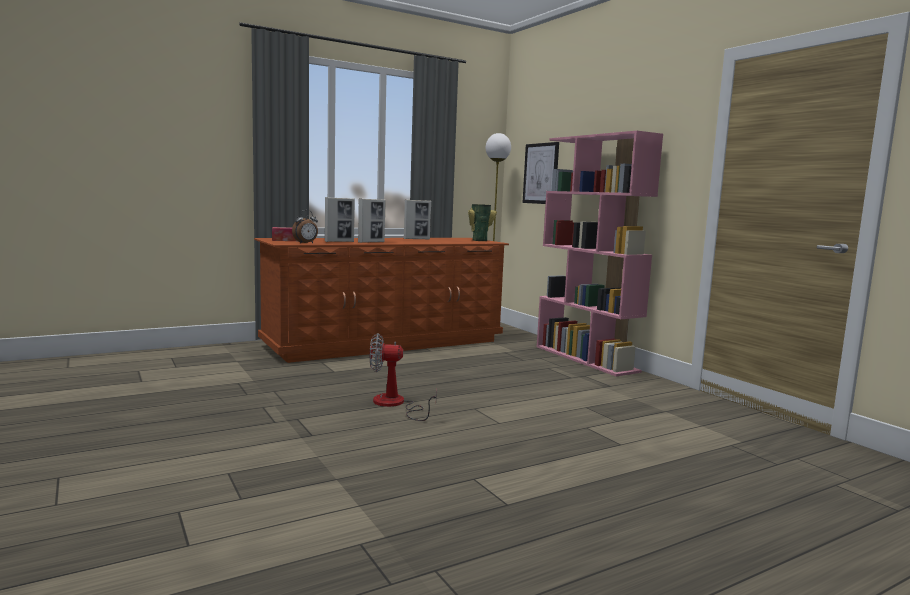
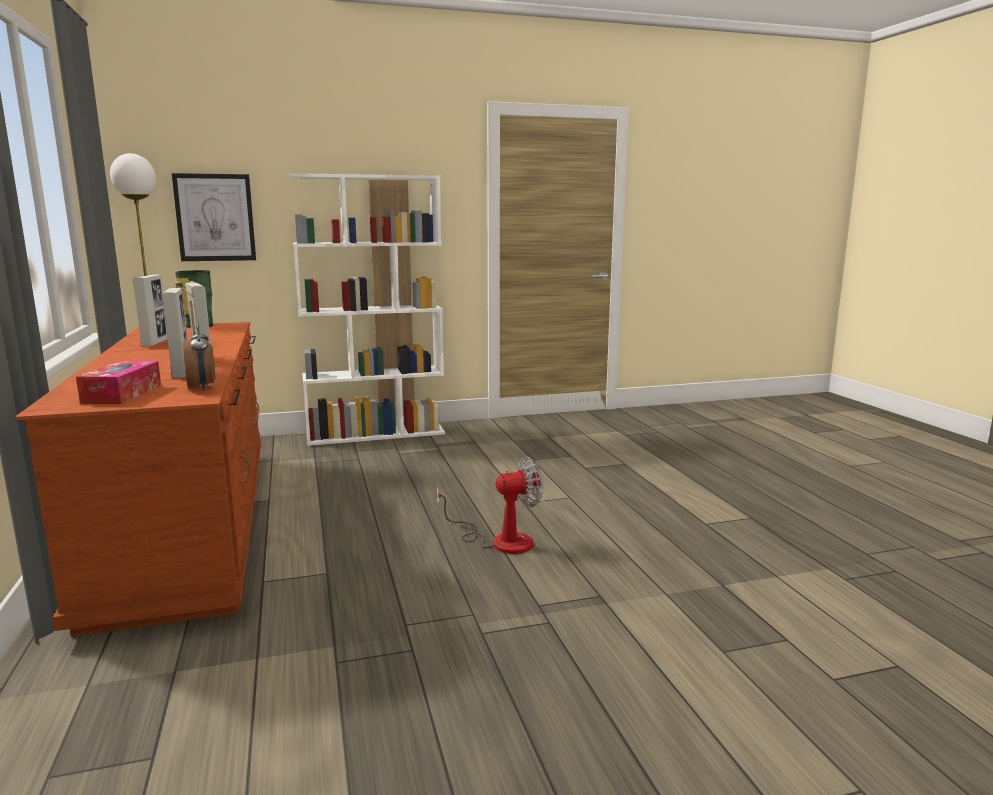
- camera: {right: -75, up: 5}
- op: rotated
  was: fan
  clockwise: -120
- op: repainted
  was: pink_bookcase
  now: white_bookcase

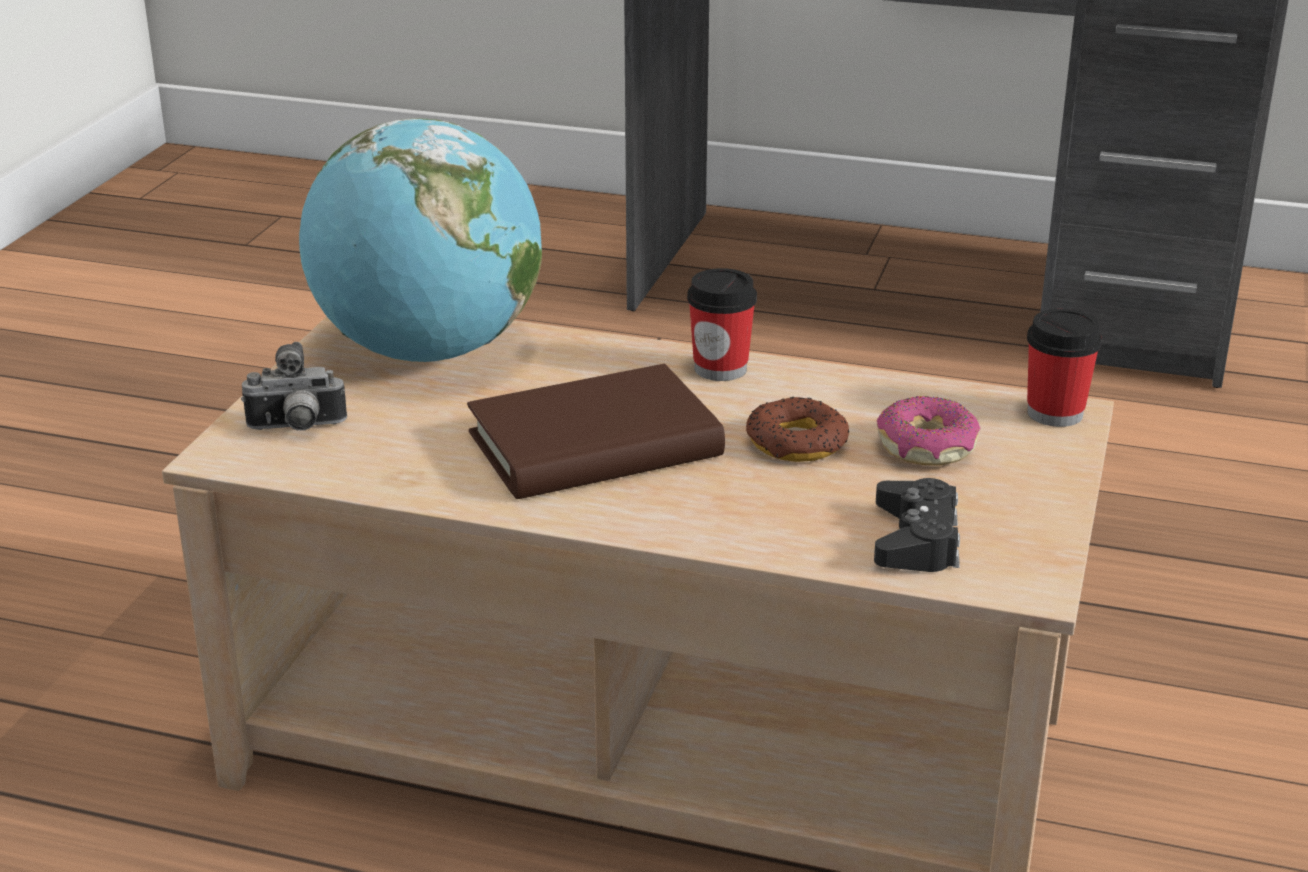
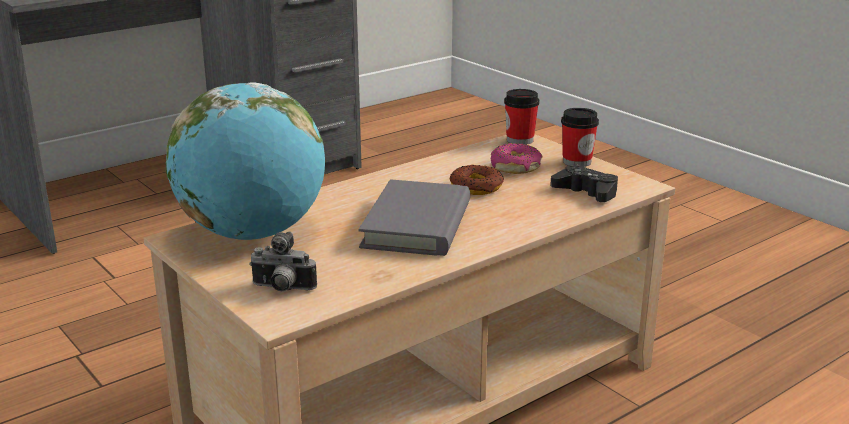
- camera: {right: -55, up: -5}
- op: rotated
  was: photo_camera
  clockwise: 75
- op: repainted
  was: brown_book
  now: grey_book
- op: shifted
  was: cup (no. 1 from left in the first image)
  now: cup (no. 2 from left)

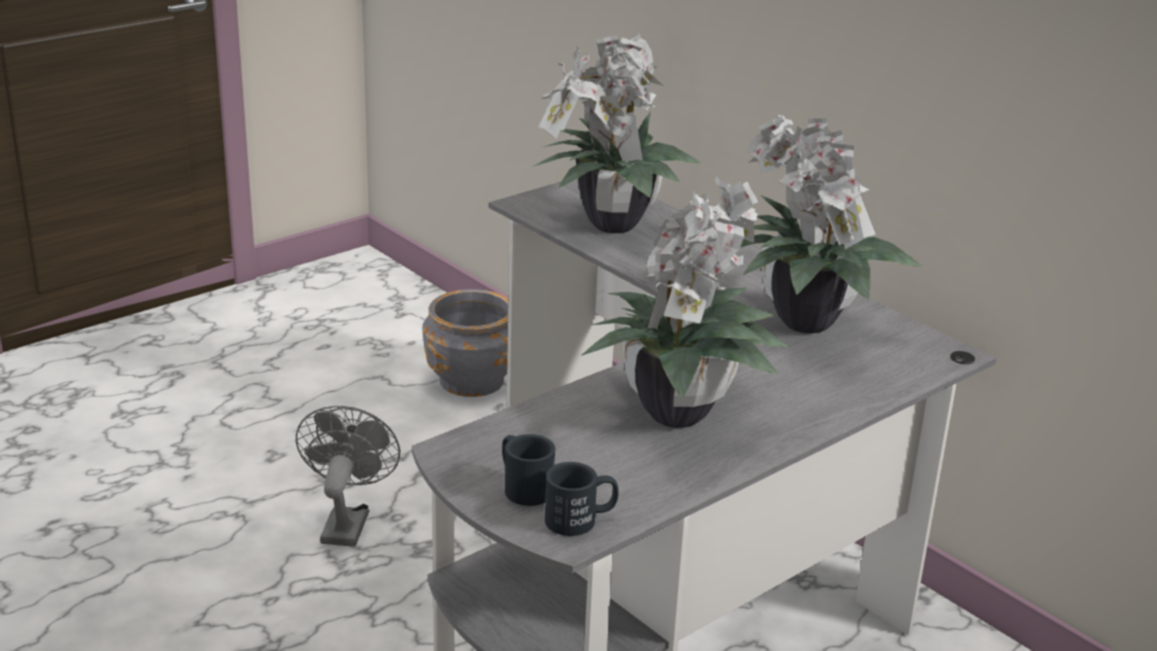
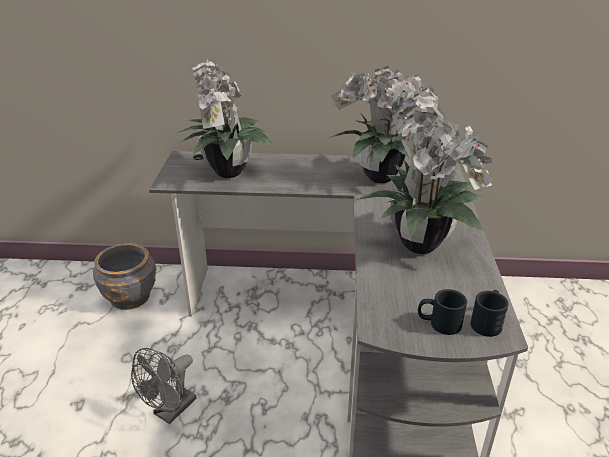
- camera: {right: -45, up: 5}
- op: rotated
  was: grey_fan
  clockwise: -105

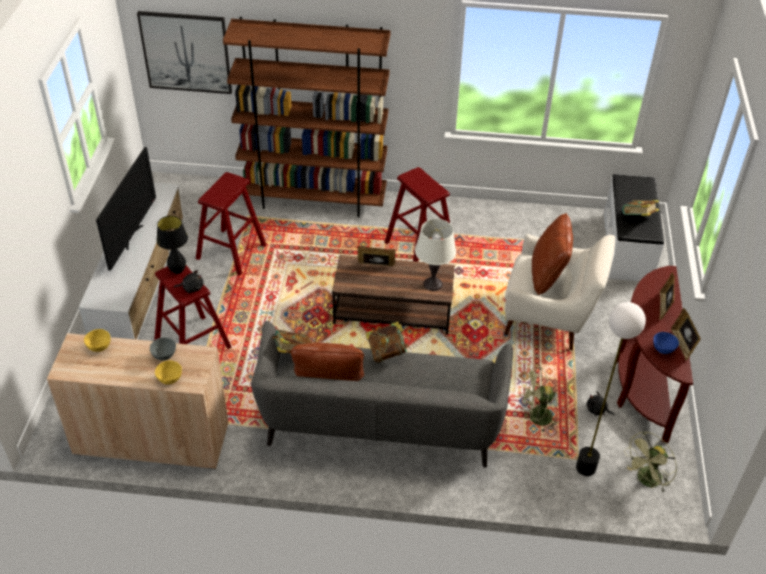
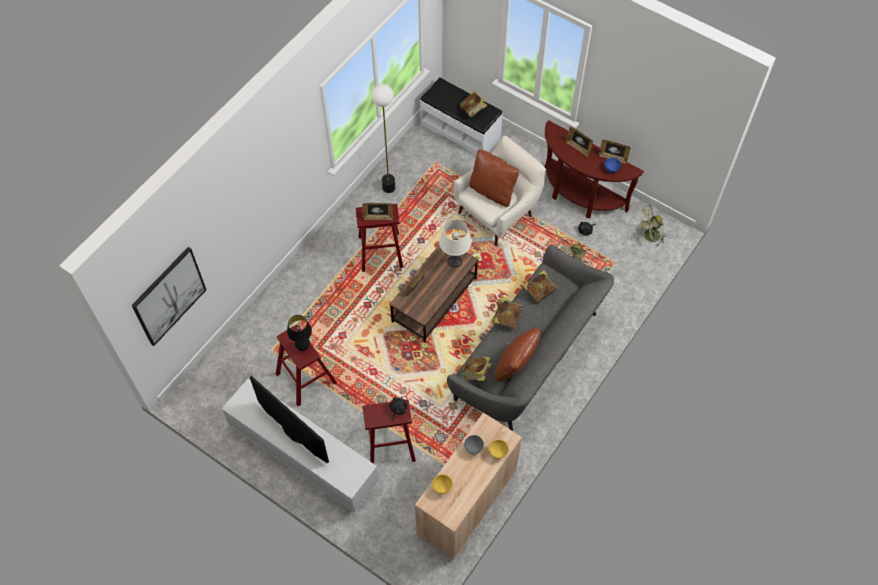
- camera: {right: -60, up: 15}
- op: shifted
  was: black_table_lamp
- op: gone
  was: brown_bookcase
- op: shifted
  was: floor_lamp
- op: rotated
  was: green_fan (no. 2 from left)
  clockwise: 75
- op: new
  now: picture_frame (no. 1 from left)
- op: new
  now: book (no. 4 from left)

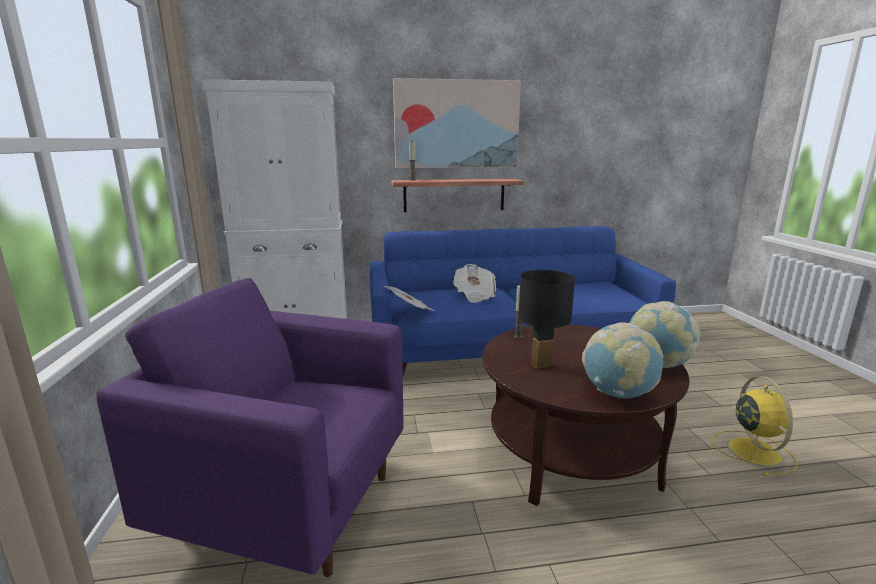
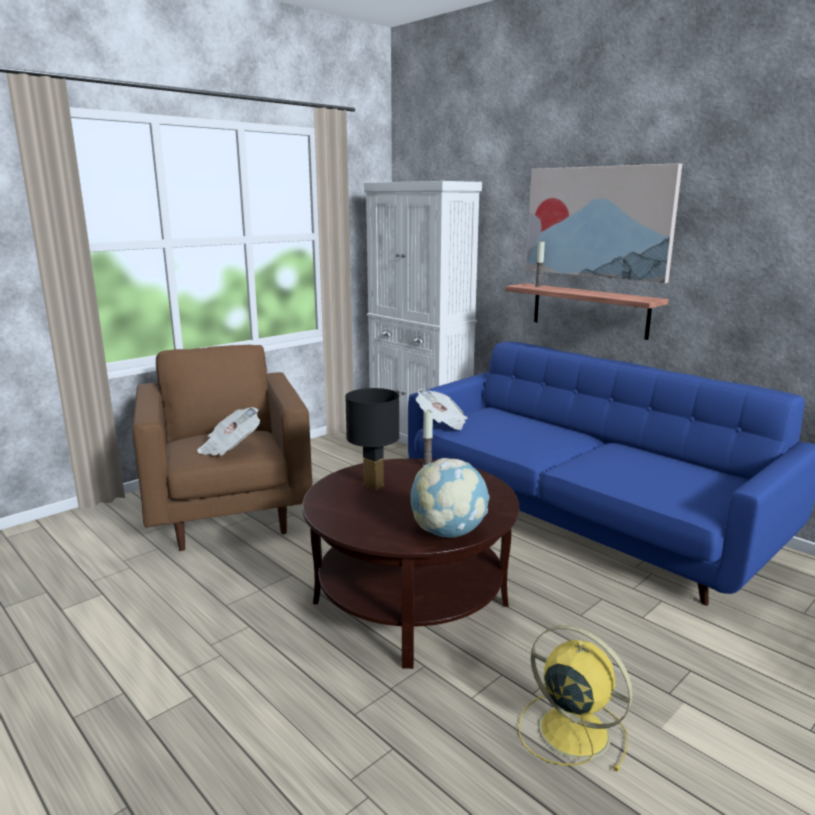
- camera: {right: 55, up: 0}
- op: repainted
  was: purple_armchair
  now: brown_armchair
- op: shifted
  was: newspaper (no. 2 from left in the first image)
  now: newspaper (no. 1 from left)
- op: gone
  was: globe (no. 1 from left)
- op: rotated
  was: yellow_fan
  clockwise: -105

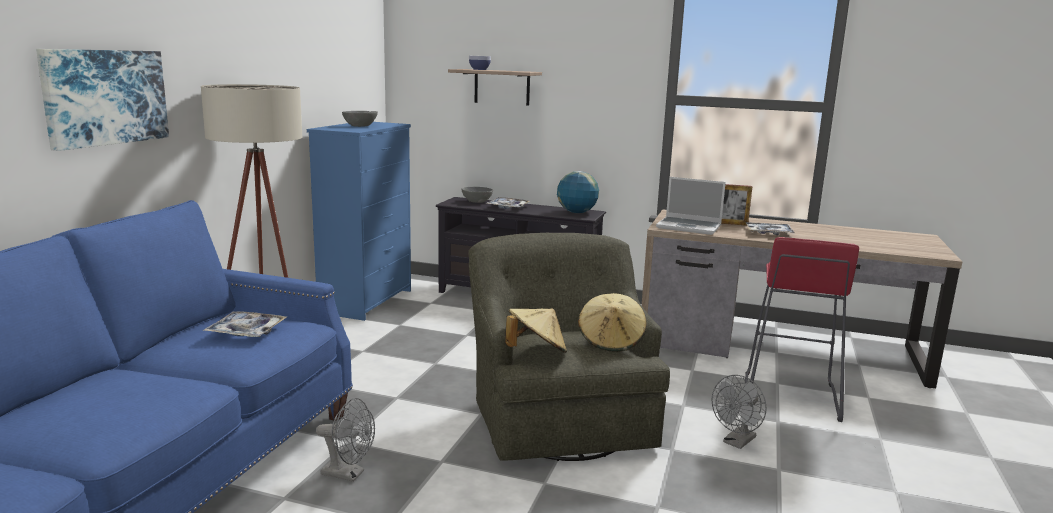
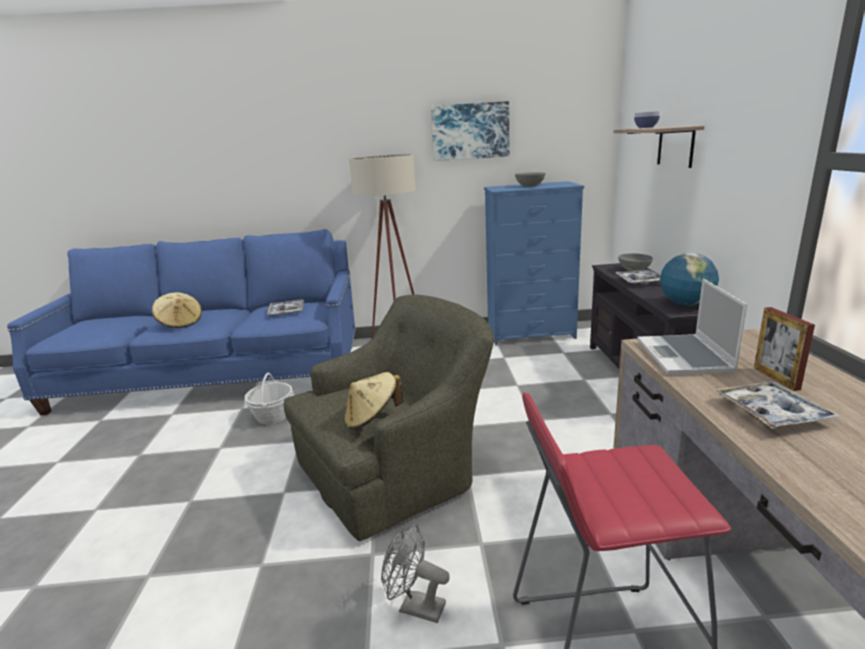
- camera: {right: 70, up: 5}
- op: shifted
  was: picture
- op: swapped
  was: grey_fan (no. 1 from left)
  now: basket
- op: shifted
  was: beige_hat (no. 1 from left)

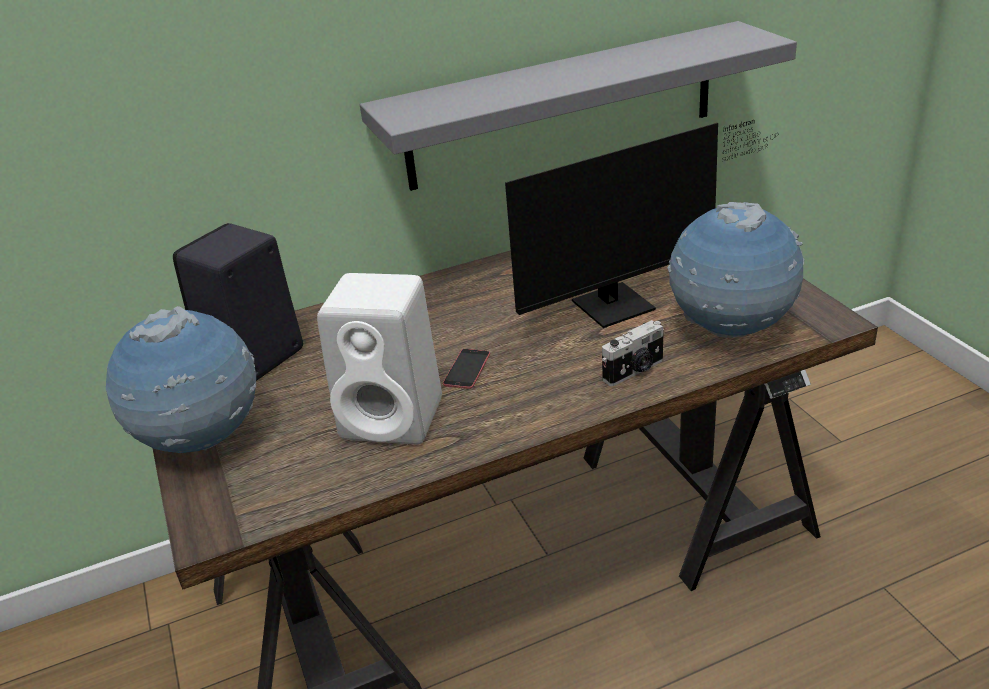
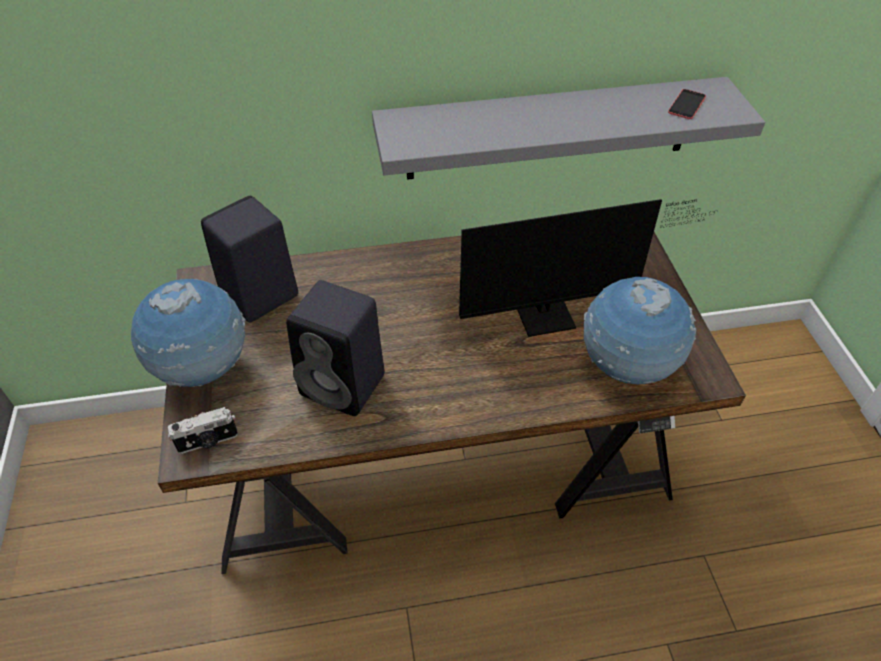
- camera: {right: 10, up: 15}
- op: repainted
  was: white_speaker
  now: black_speaker (no. 2 from left)
- op: shifted
  was: phone
- op: shifted
  was: photo_camera

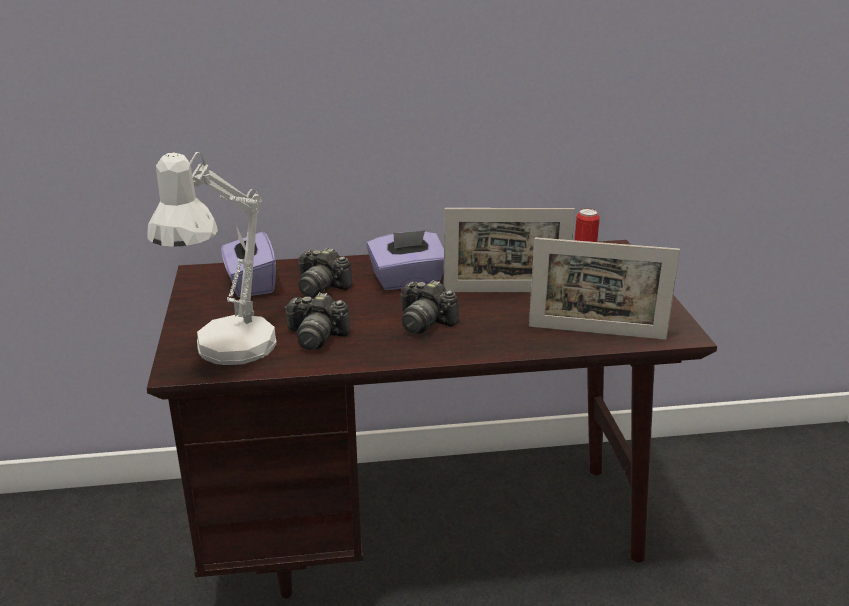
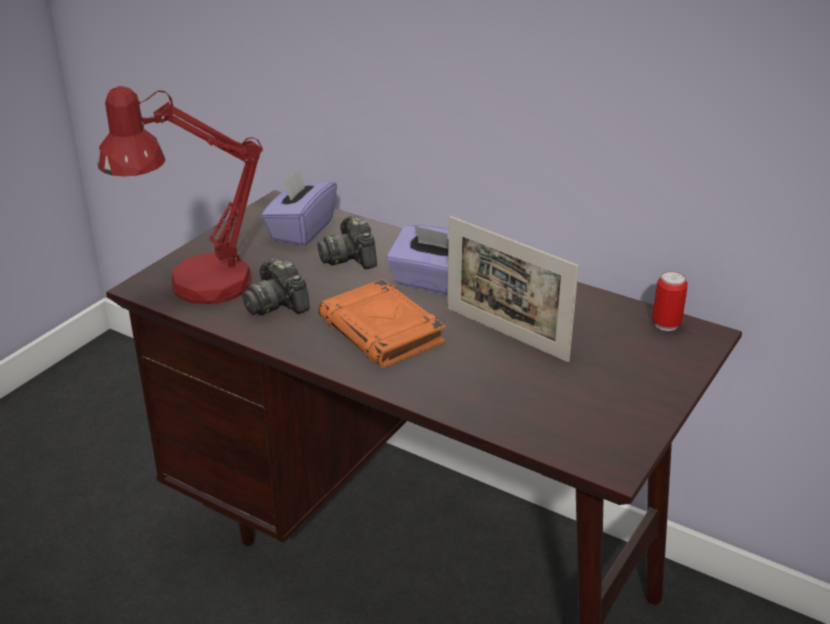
- camera: {right: 40, up: 5}
- op: repainted
  was: white_table_lamp
  now: red_table_lamp
- op: swapped
  was: photo_camera (no. 3 from left)
  now: orange_book
- op: gone
  was: picture_frame (no. 2 from left)

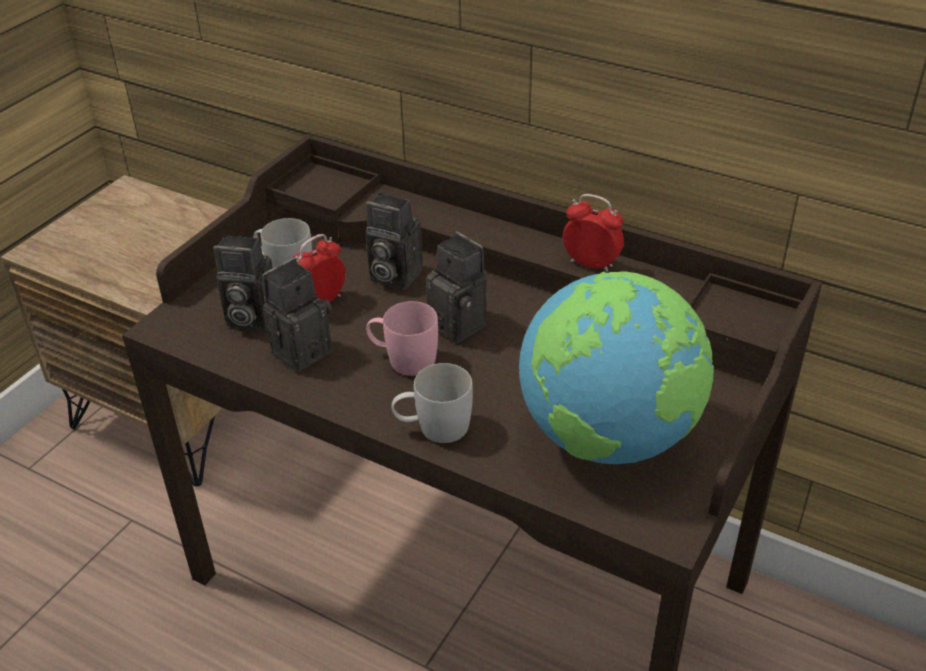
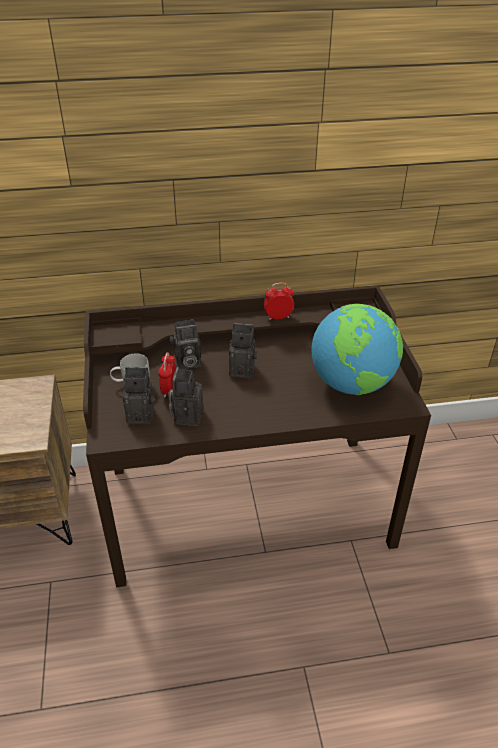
- camera: {right: -40, up: 0}
- op: rotated
  was: photo_camera (no. 1 from left)
  clockwise: -150
- op: gone
  was: pink_mug
- op: gone
  was: white_mug (no. 2 from left)

